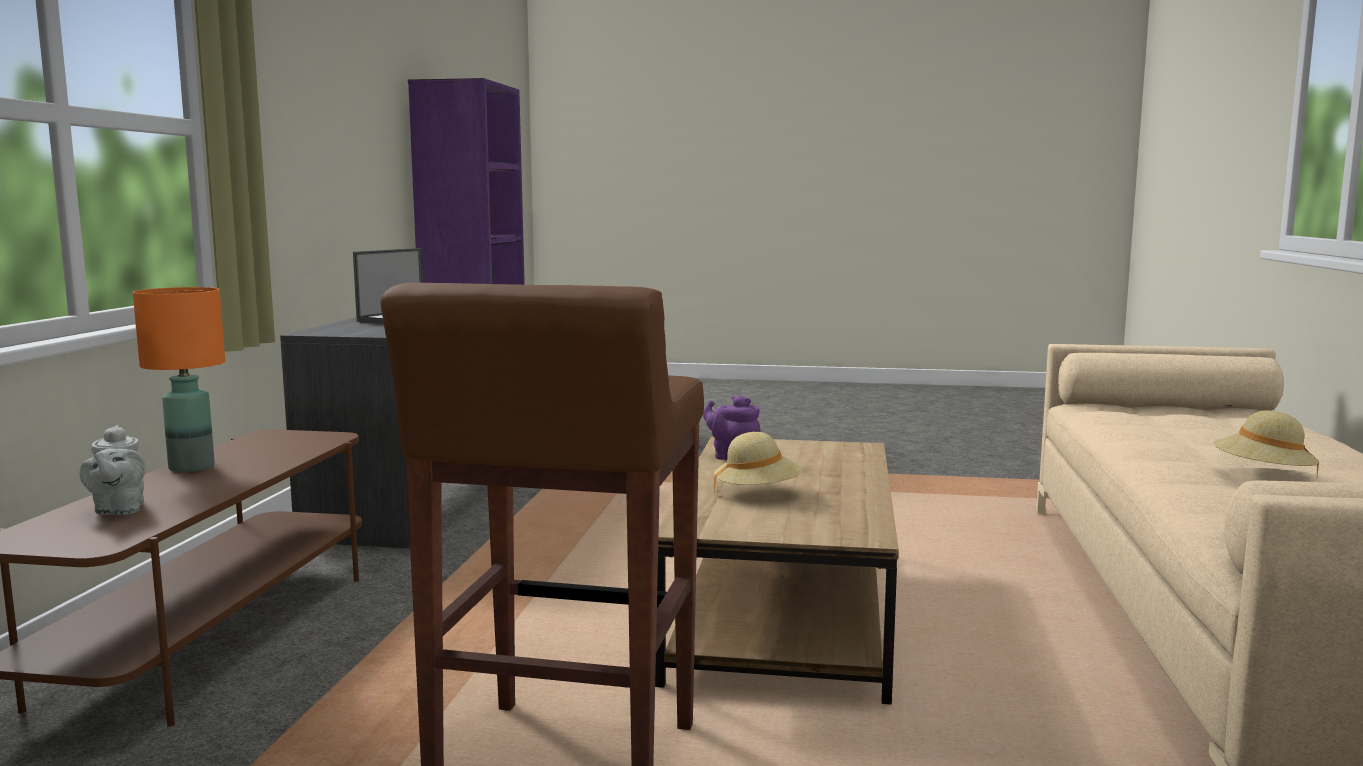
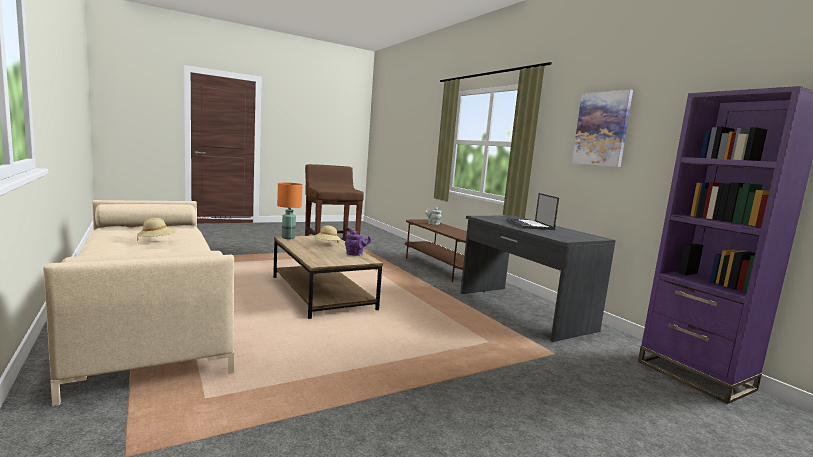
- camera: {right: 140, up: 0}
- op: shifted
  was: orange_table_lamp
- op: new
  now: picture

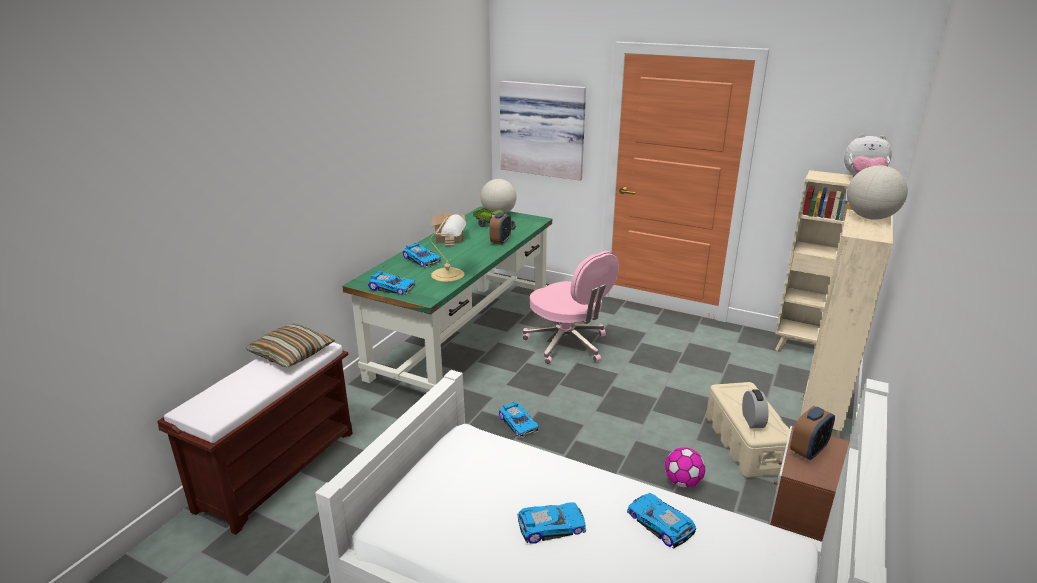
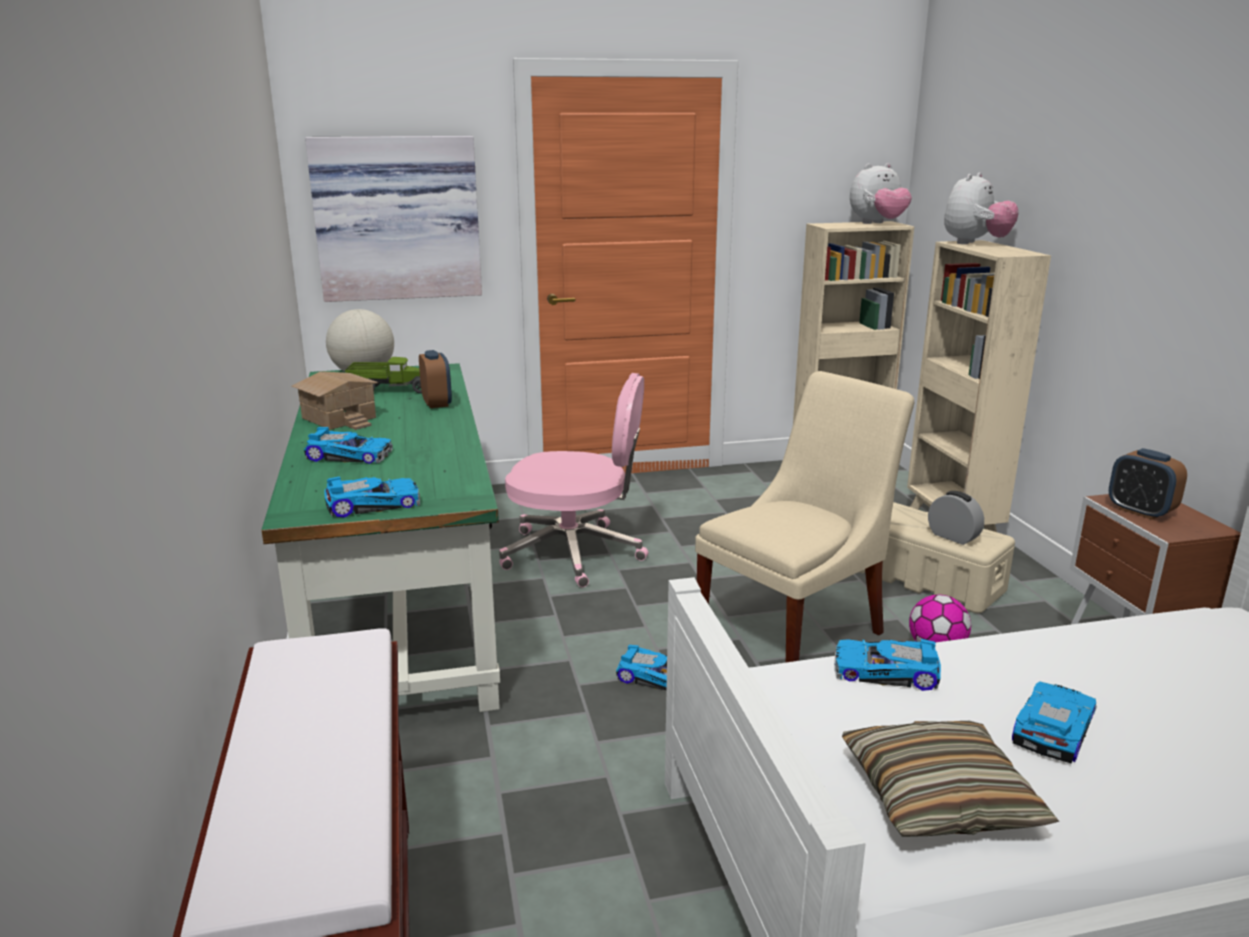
- camera: {right: -40, up: -5}
- op: shifted
  was: pillow
- op: gone
  was: table_lamp
- op: shifted
  was: toy_car (no. 5 from left in the first image)
  now: toy_car (no. 4 from left)
- op: rotated
  was: alarm_clock (no. 3 from left)
  clockwise: 135
- op: swapped
  was: globe (no. 2 from left)
  now: plush_toy (no. 2 from left)
- op: new
  now: beige_chair

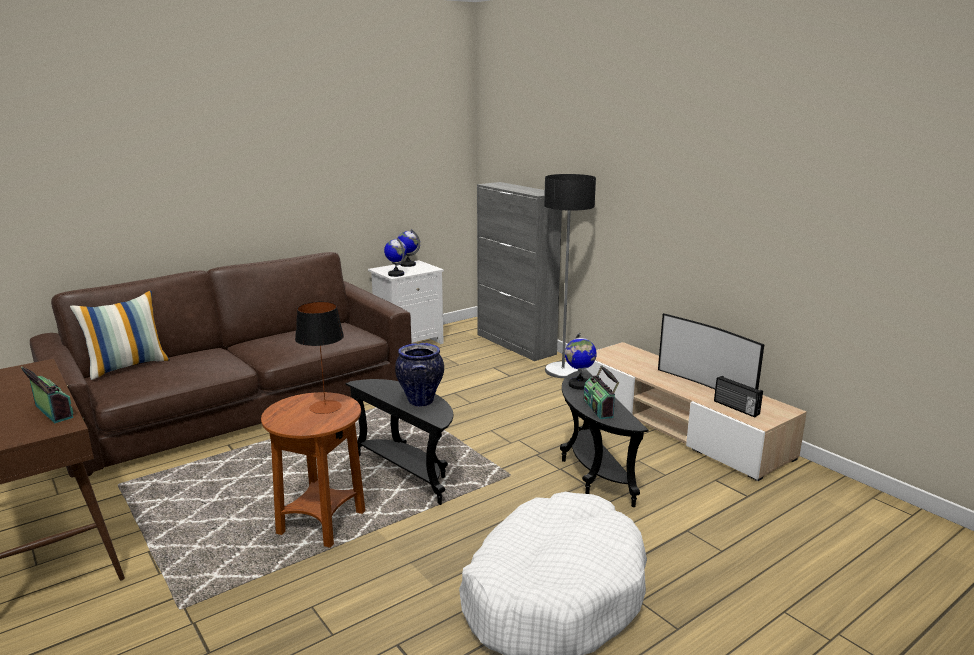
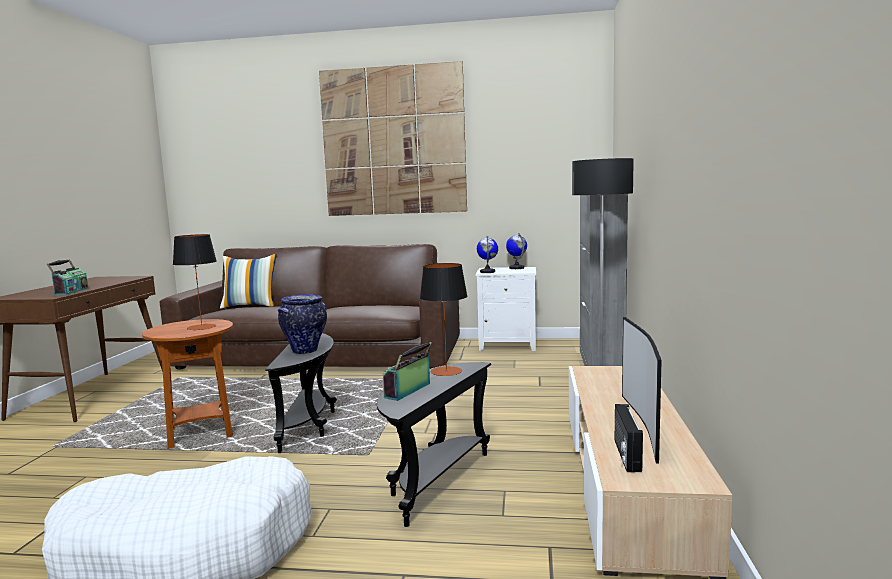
- camera: {right: 45, up: -10}
- op: swapped
  was: globe (no. 3 from left)
  now: table_lamp (no. 2 from left)
- op: new
  now: picture

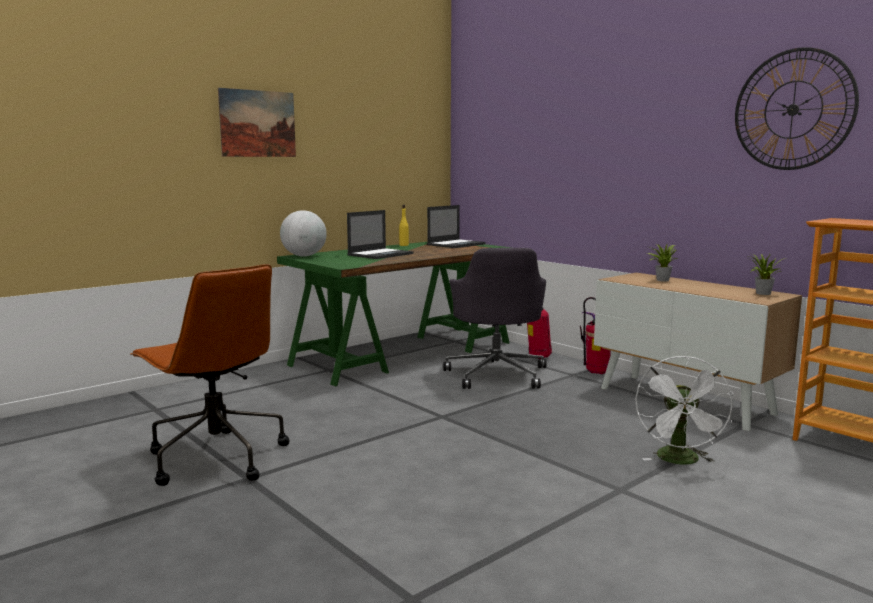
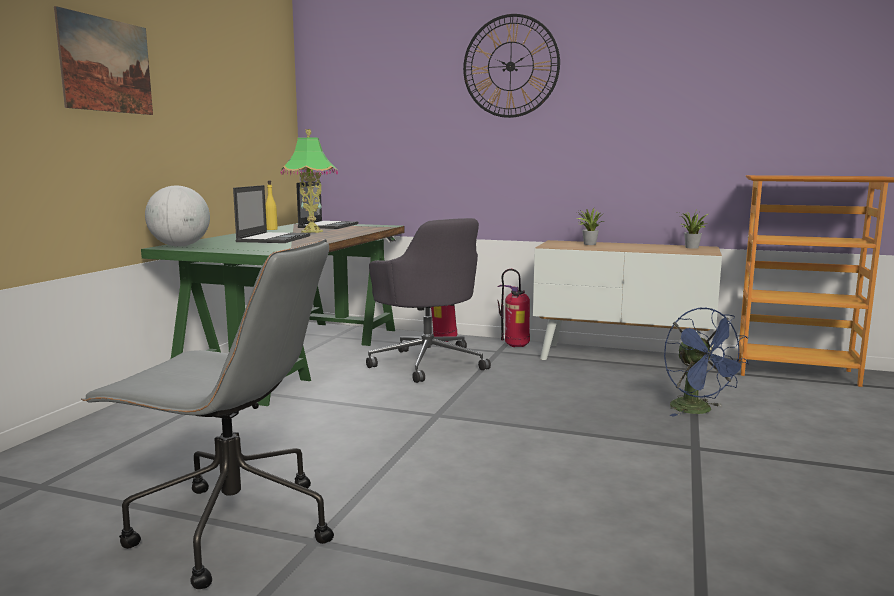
- camera: {right: -30, up: 0}
- op: repainted
  was: brown_office_chair
  now: grey_office_chair (no. 1 from left)
- op: repainted
  was: white_fan
  now: blue_fan
- op: shifted
  was: wall_clock
- op: new
  now: table_lamp

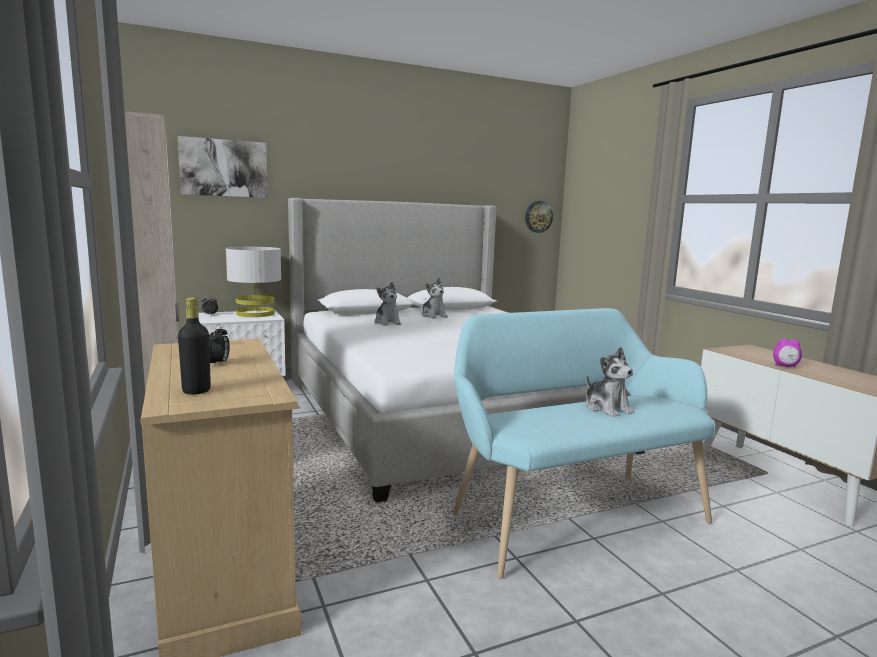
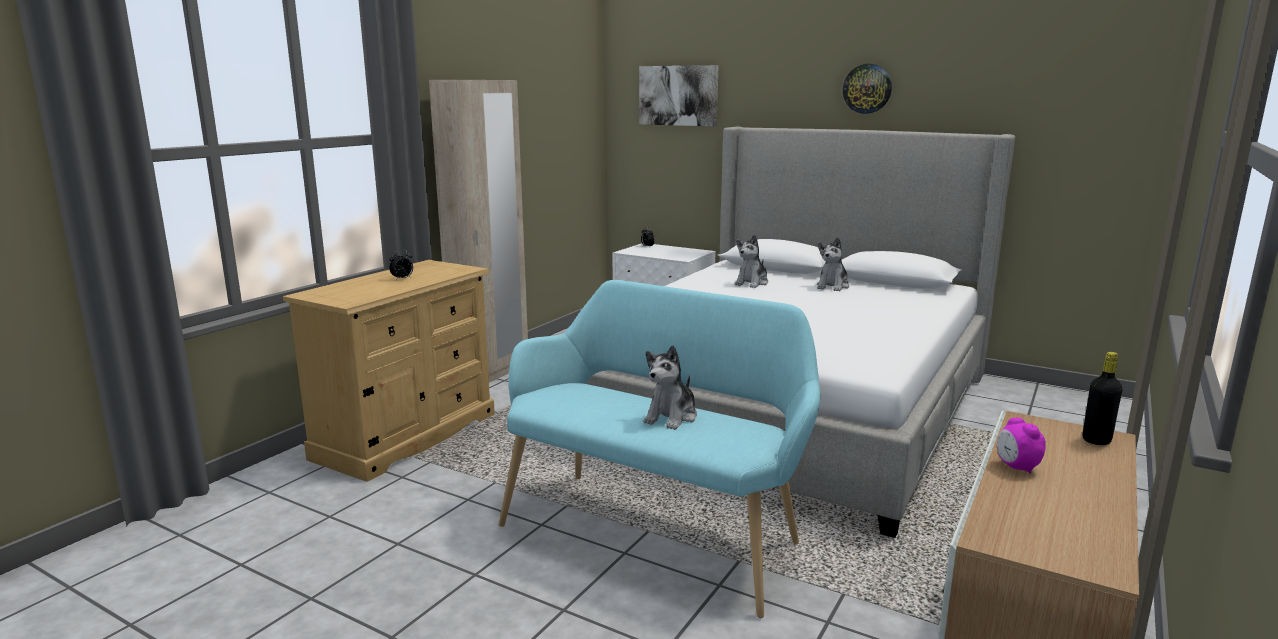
- camera: {right: 55, up: 5}
- op: shifted
  was: black_bottle
- op: gone
  was: grey_table_lamp
- op: shifted
  was: wall_clock

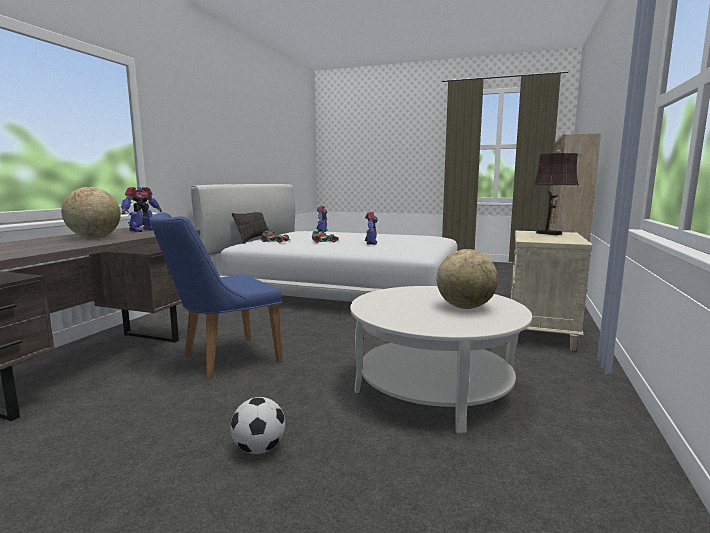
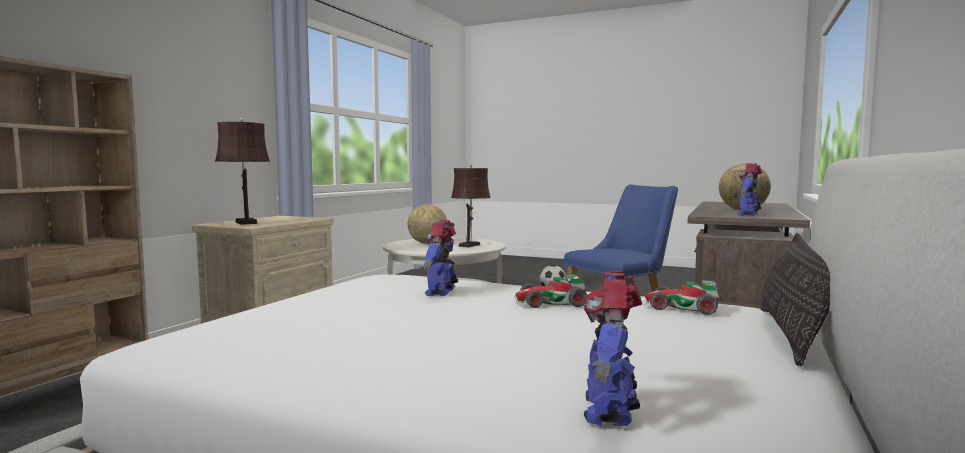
- camera: {right: -175, up: -5}
- op: new
  now: brown_table_lamp (no. 2 from left)

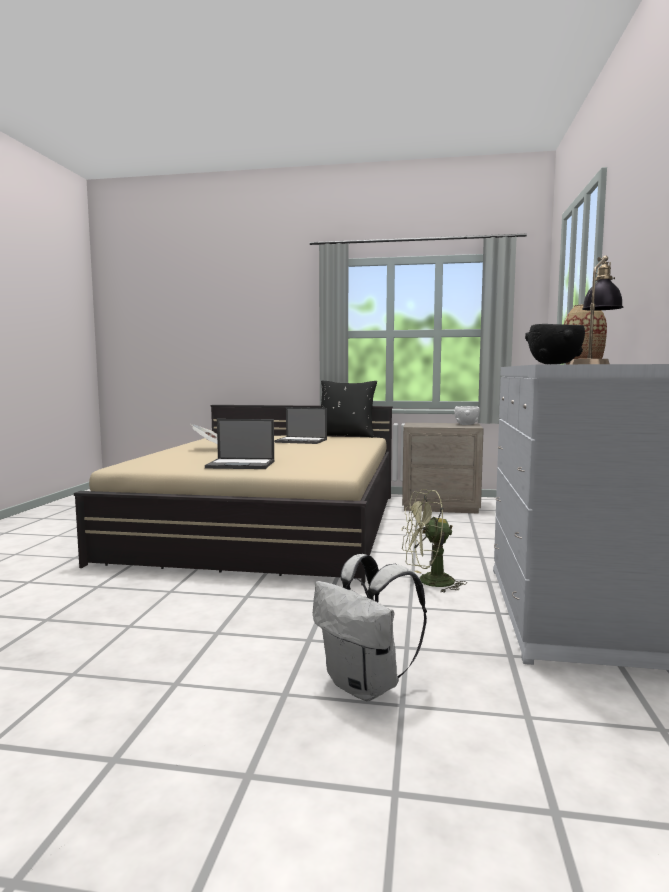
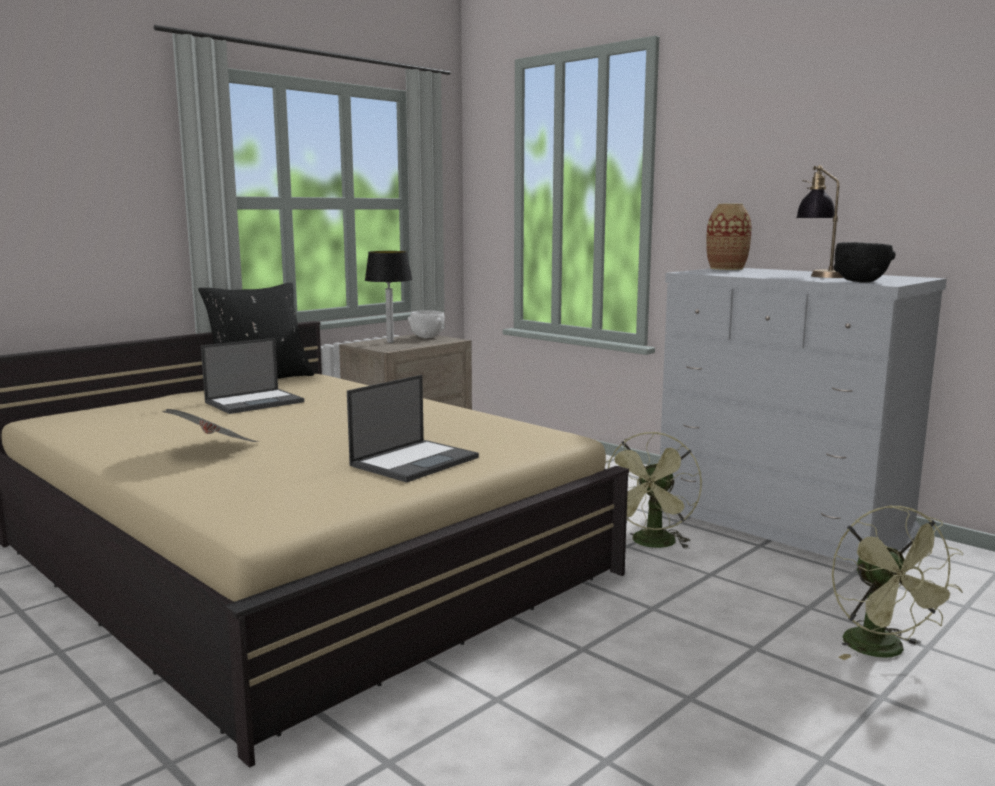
- camera: {right: -55, up: 5}
- op: swapped
  was: white_backpack
  now: green_fan (no. 2 from left)
- op: new
  now: table_lamp (no. 1 from left)

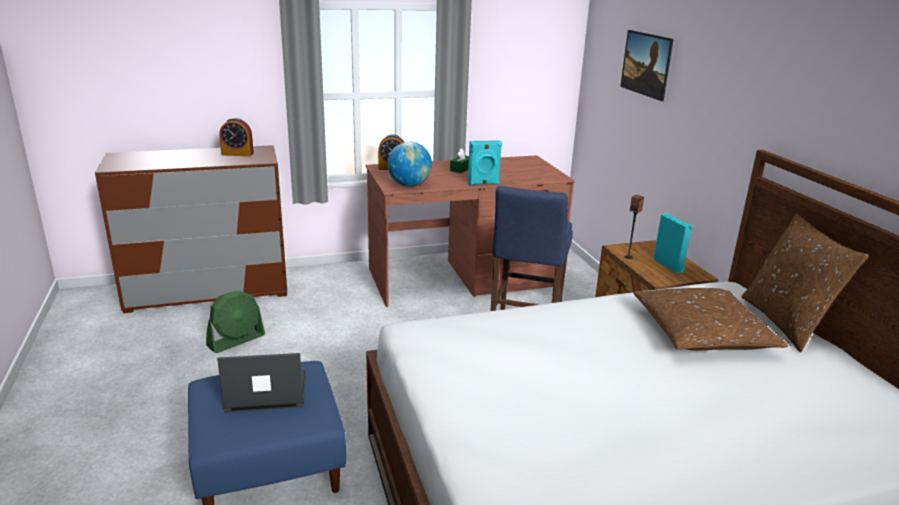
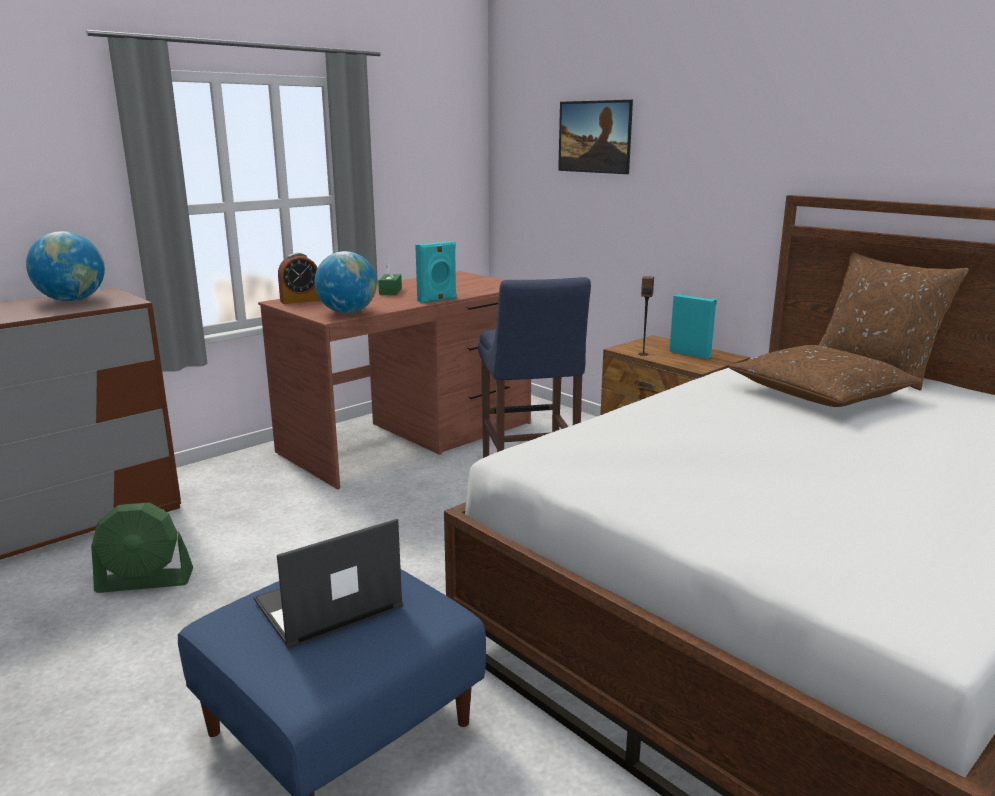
- camera: {right: -25, up: -5}
- op: rotated
  was: green_fan
  clockwise: 60
- op: swapped
  was: alarm_clock (no. 1 from left)
  now: globe (no. 1 from left)

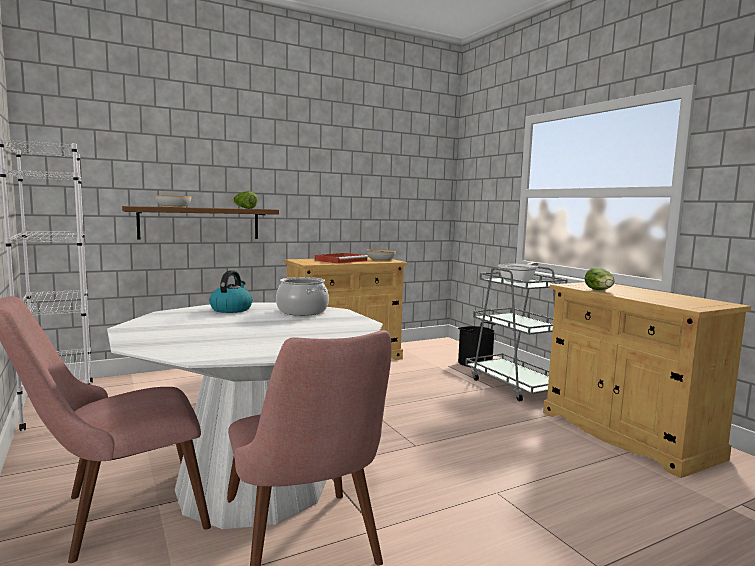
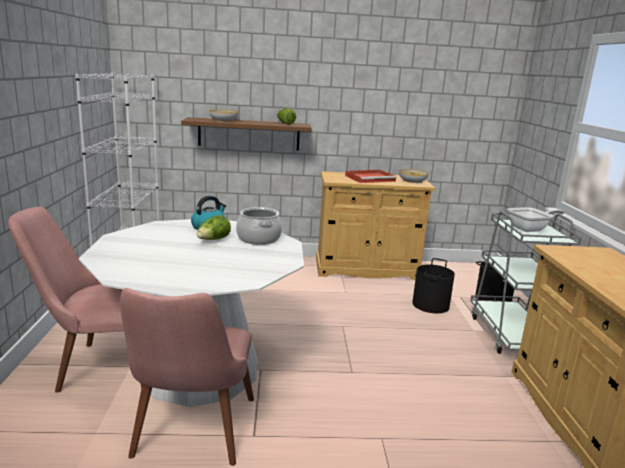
- camera: {right: 25, up: 10}
- op: shifted
  was: lettuce (no. 2 from left in the first image)
  now: lettuce (no. 1 from left)
- op: new
  now: black_bucket (no. 1 from left)

